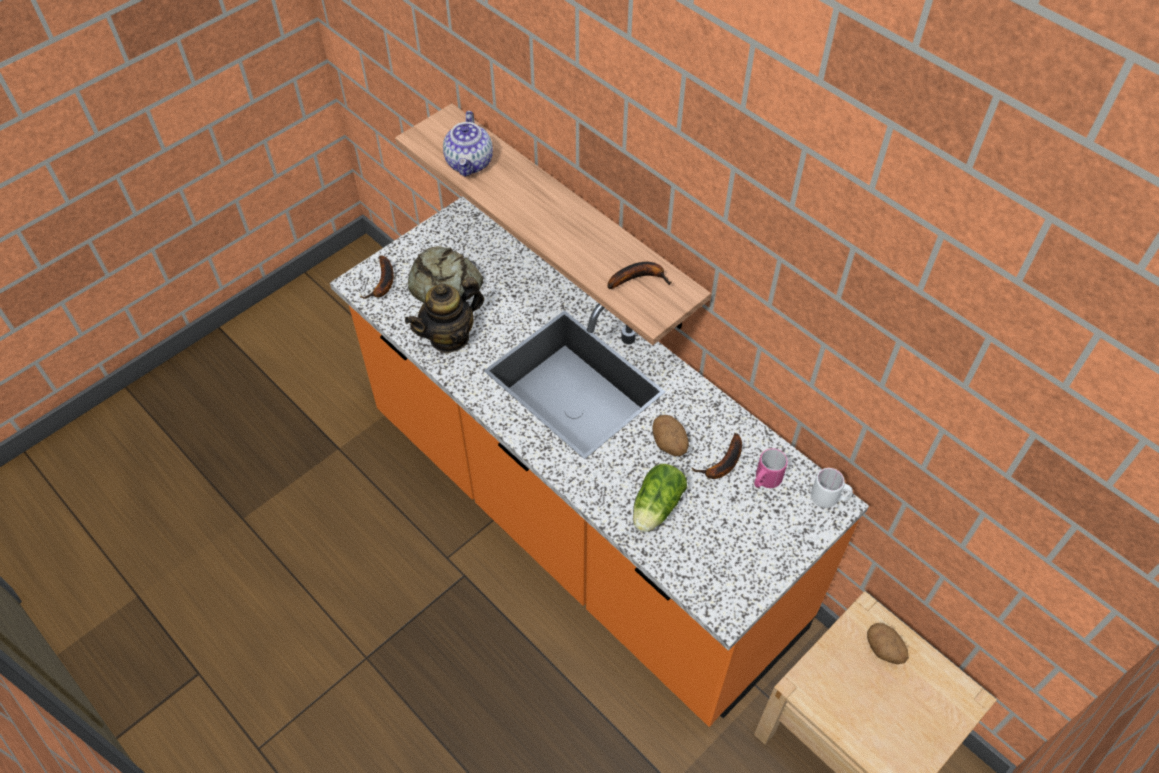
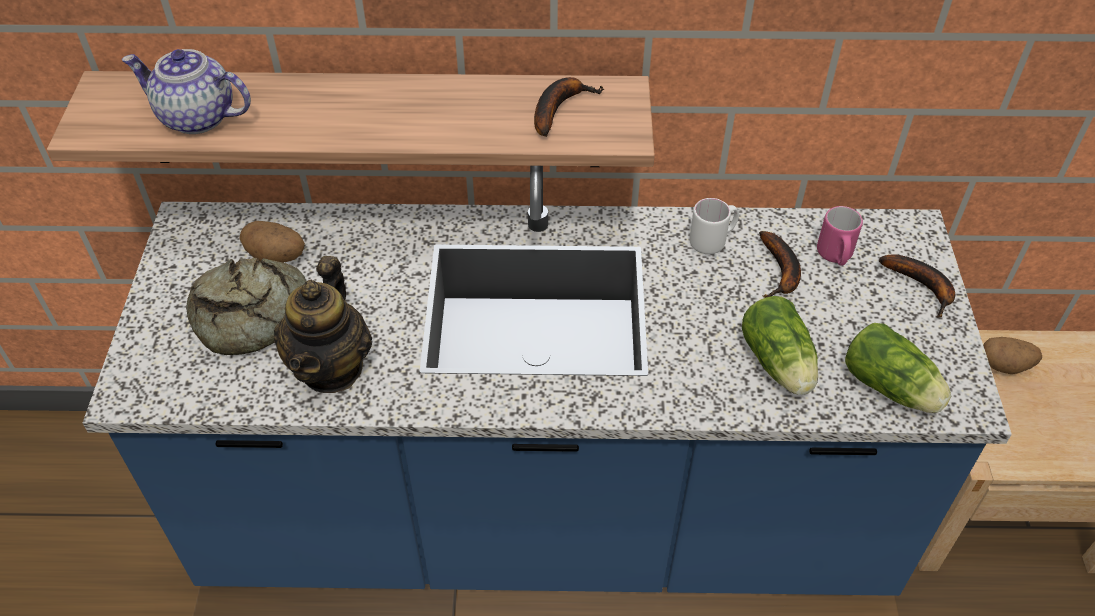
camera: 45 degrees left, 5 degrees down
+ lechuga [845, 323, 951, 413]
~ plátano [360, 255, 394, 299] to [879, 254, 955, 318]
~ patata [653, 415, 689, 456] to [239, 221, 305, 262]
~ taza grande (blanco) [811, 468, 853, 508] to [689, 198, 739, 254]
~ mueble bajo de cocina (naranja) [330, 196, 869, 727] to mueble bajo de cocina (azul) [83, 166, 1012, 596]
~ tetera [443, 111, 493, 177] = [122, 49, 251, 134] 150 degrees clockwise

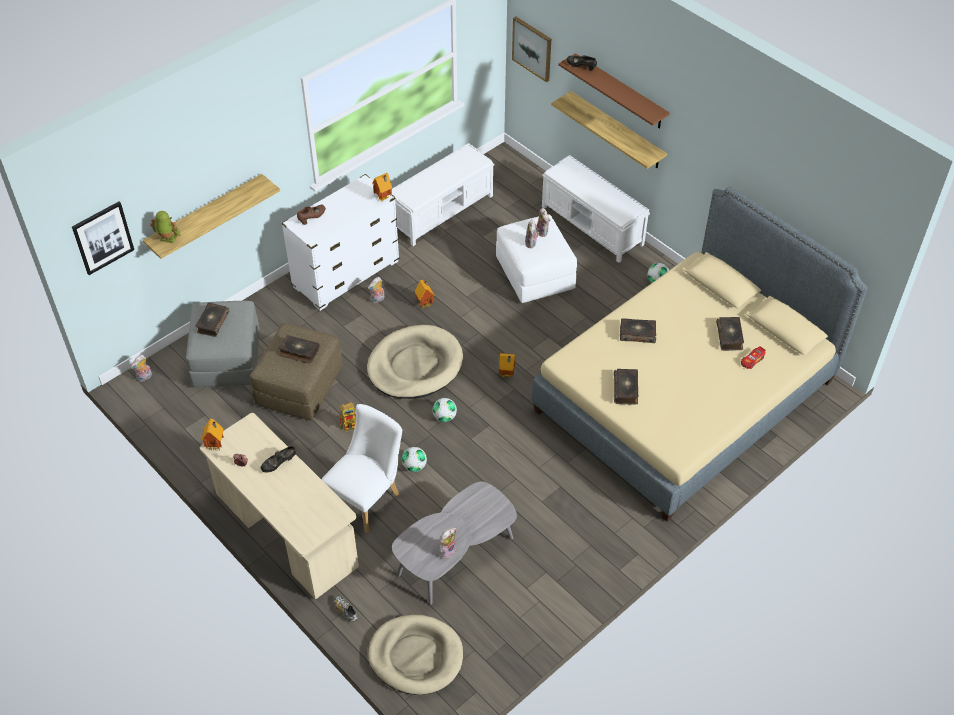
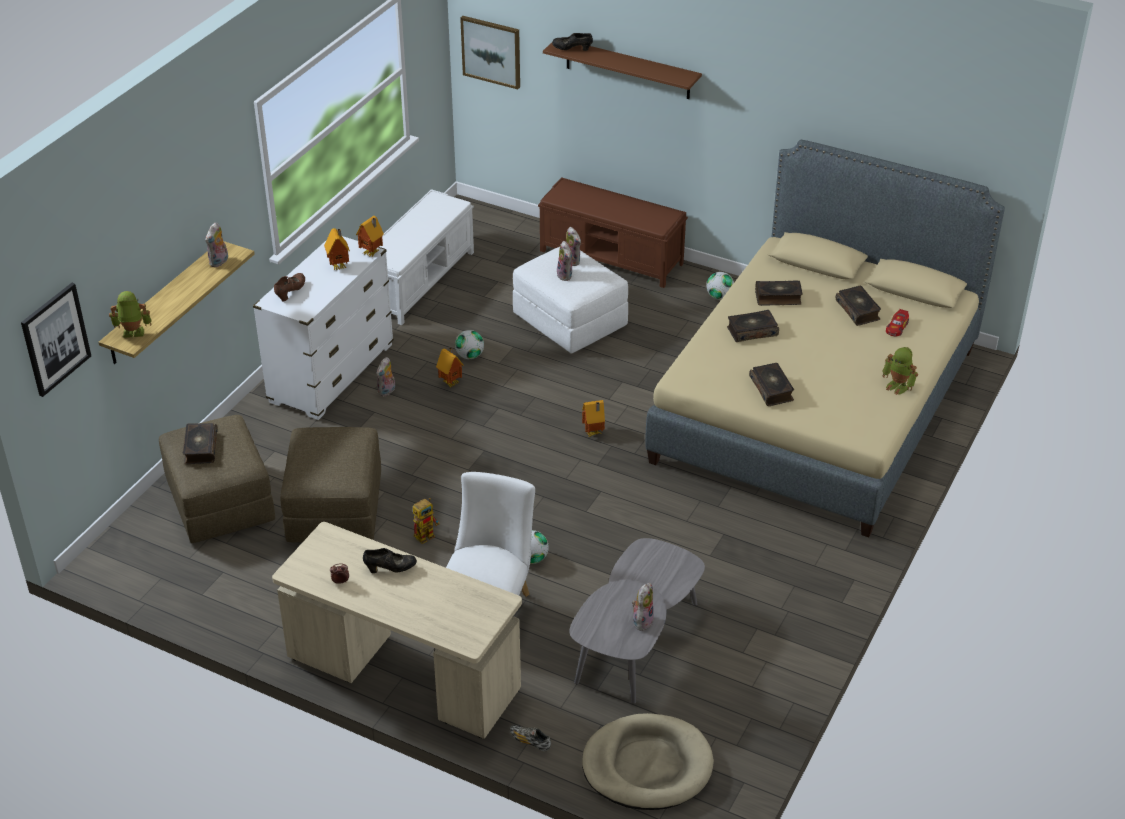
camera: 20 degrees left, 10 degrees down
- cama para perro (beis) [367, 325, 463, 399]
- estante [551, 91, 667, 169]
+ robot de juguete [882, 347, 918, 395]
~ peluche [131, 355, 152, 382] to [205, 222, 228, 267]
~ casita [201, 419, 224, 451] to [324, 228, 350, 270]
~ libro [279, 335, 320, 364] to [755, 280, 803, 306]
~ balón de fútbol [433, 398, 457, 422] to [455, 330, 484, 359]
~ puf (gris) [186, 301, 259, 387] to puf (marrón) [159, 415, 275, 543]
~ banco (blanco) [542, 155, 650, 263] to banco (marrón) [538, 177, 688, 288]
~ zapato (negro) [261, 446, 296, 473] = [363, 548, 417, 573] 135 degrees counterclockwise

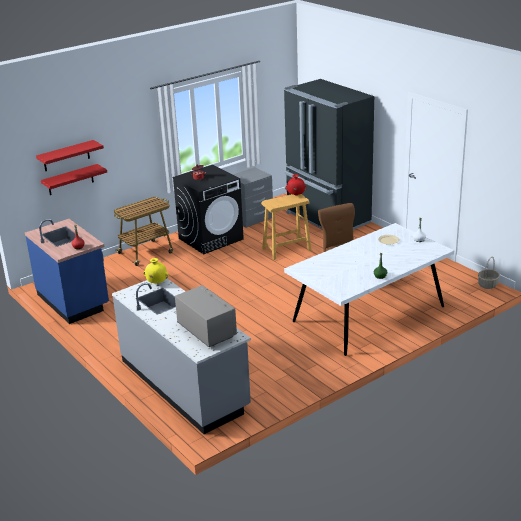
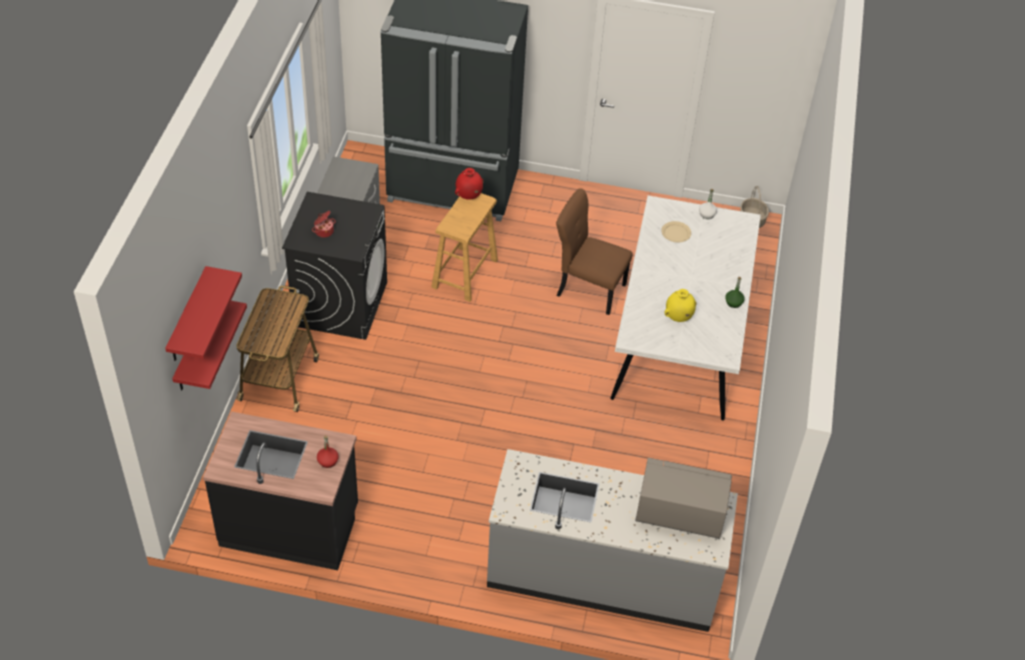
camera: 45 degrees left, 20 degrees up
~ florero (amarillo) [143, 258, 169, 283] to [664, 289, 697, 322]
~ mueble bajo de cocina (azul) [25, 219, 109, 324] to mueble bajo de cocina (negro) [203, 411, 358, 570]

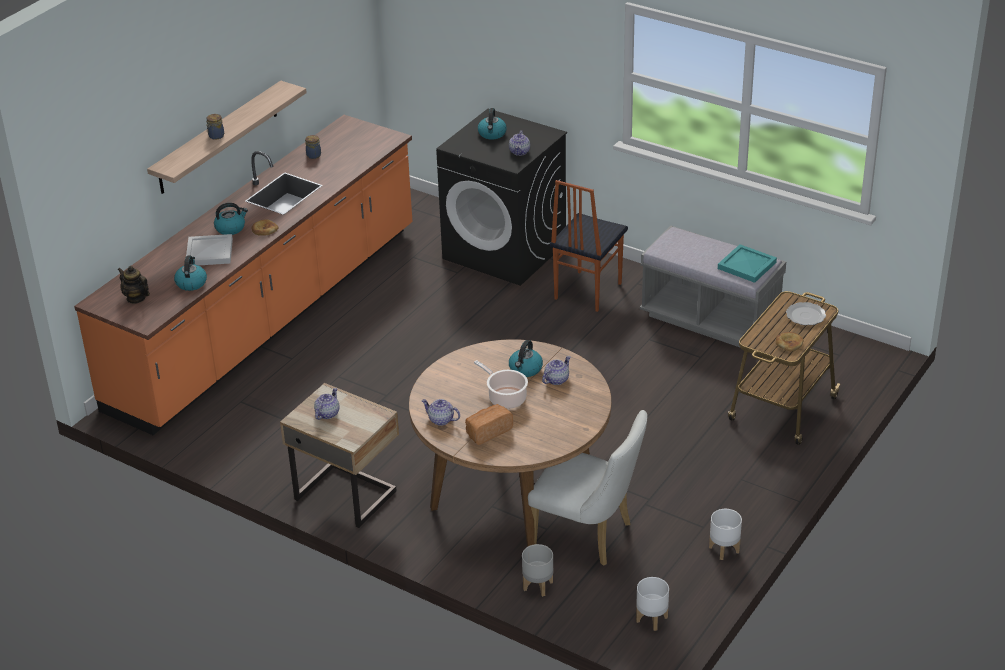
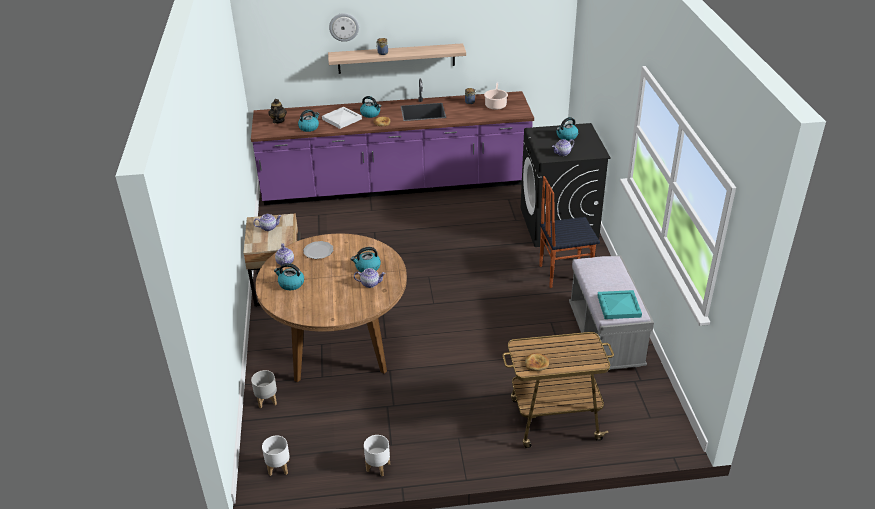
camera: 50 degrees right, 0 degrees up
- silla (blanco) [528, 410, 647, 566]
+ reloj de pared [329, 13, 359, 42]
~ olla [474, 360, 528, 409] to [484, 82, 508, 110]
~ plato [786, 302, 826, 325] to [303, 241, 333, 259]
~ pan [465, 404, 513, 445] to hervidor [274, 263, 304, 290]
~ mueble bajo de cocina (naranja) [74, 115, 413, 435] to mueble bajo de cocina (morado) [251, 79, 534, 205]

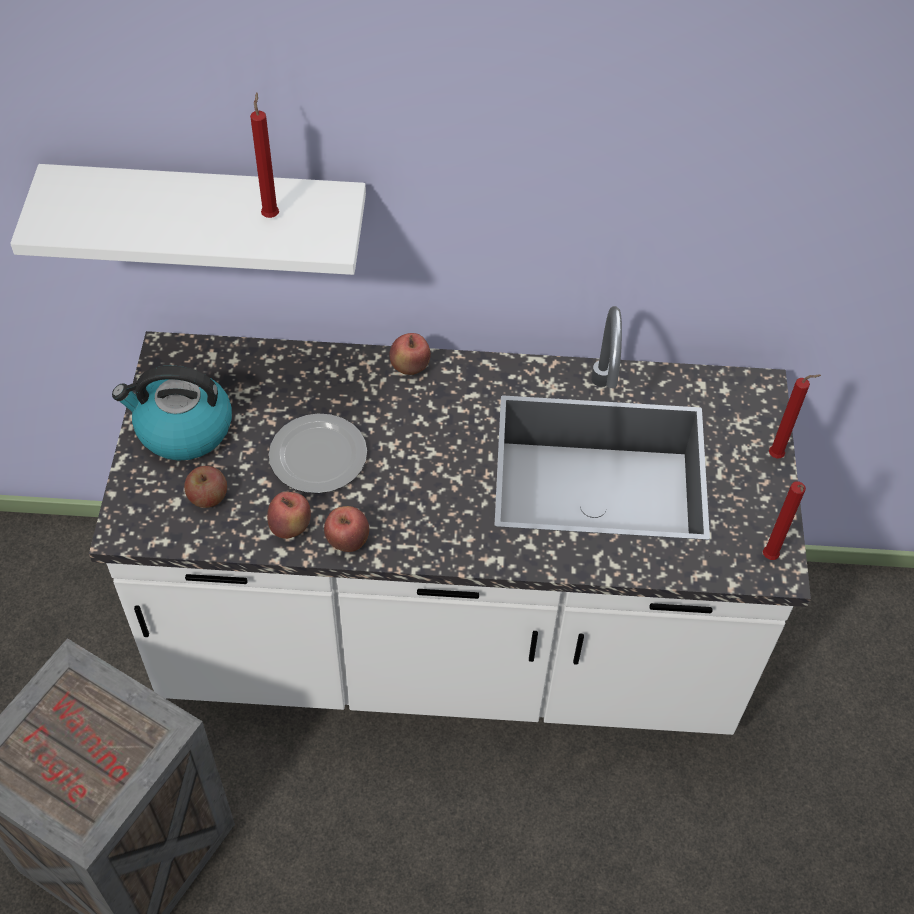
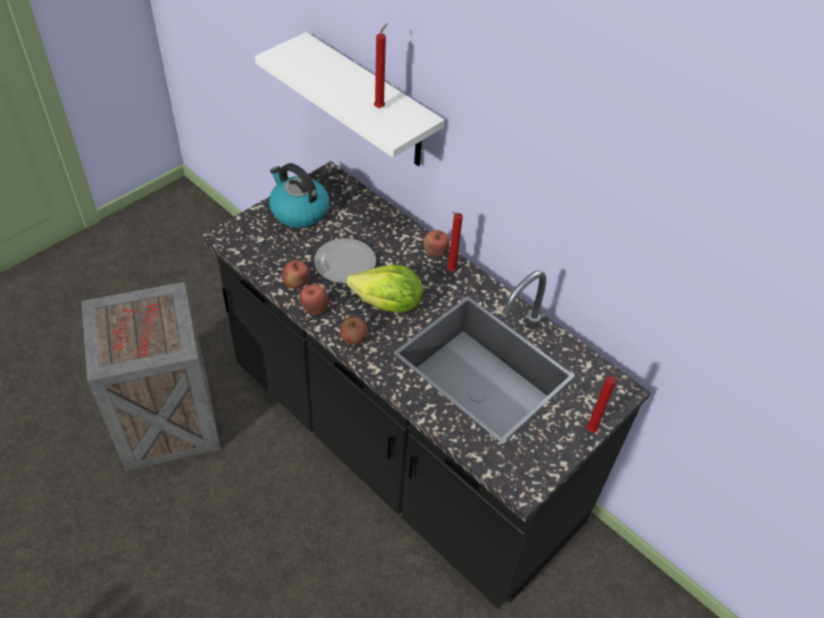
camera: 40 degrees right, 5 degrees down
+ lechuga [346, 265, 423, 313]
~ manzana [184, 466, 227, 508] to [340, 317, 368, 345]
~ vela (rojo) [763, 482, 806, 560] to [447, 213, 463, 271]
~ mueble bajo de cocina (blanco) [89, 306, 811, 735] to mueble bajo de cocina (negro) [201, 161, 651, 609]

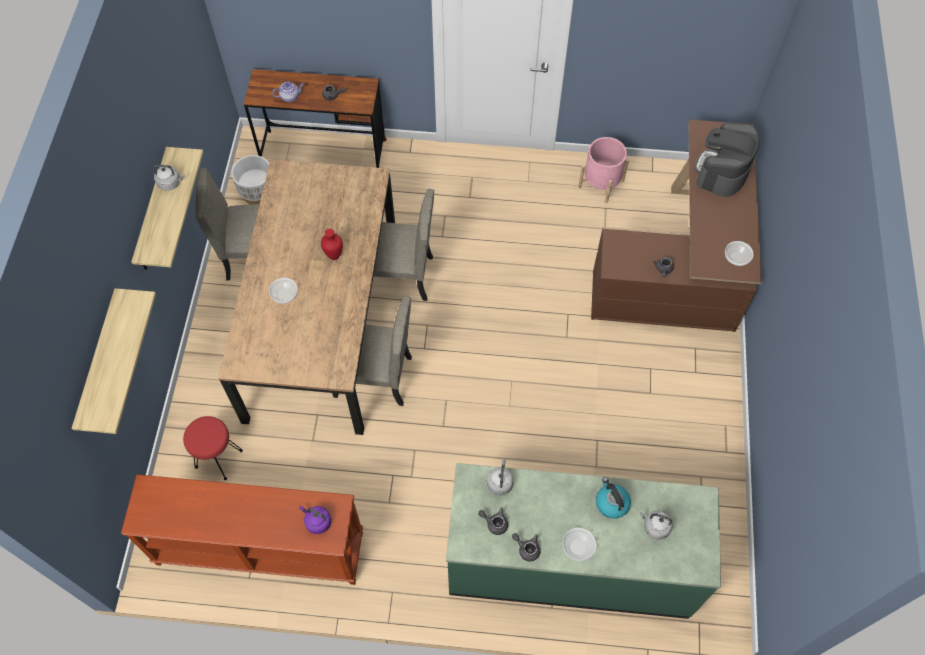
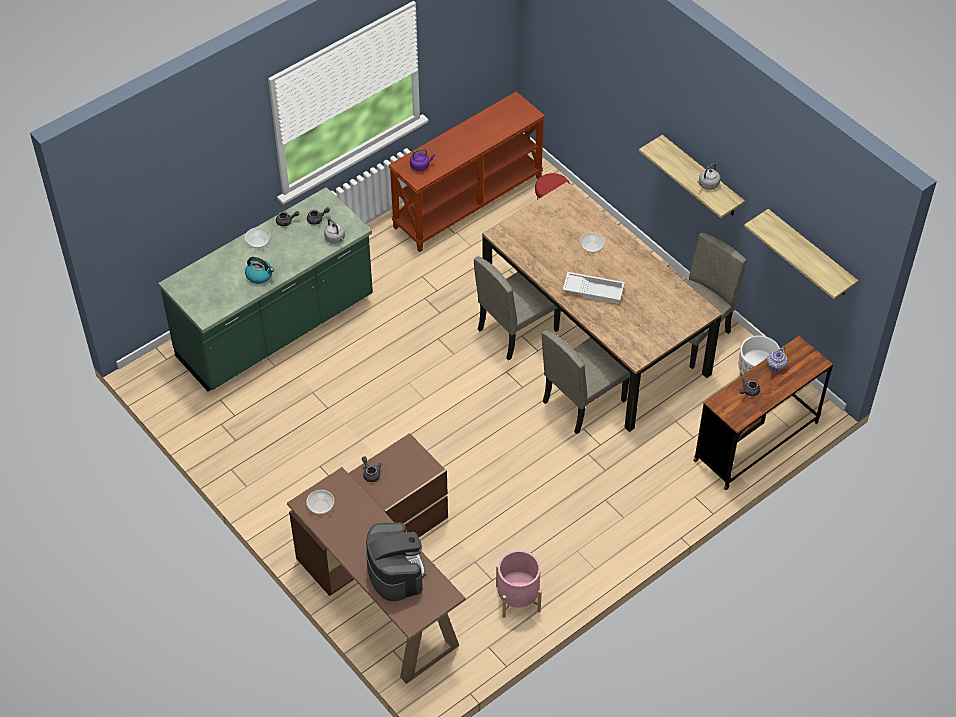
camera: 135 degrees right, 10 degrees down
- hervidor (gris) [639, 511, 673, 540]
~ estante [72, 288, 156, 434] to [744, 209, 858, 299]
~ florero (rojo) [321, 229, 343, 260] to bandeja (blanco) [563, 272, 625, 304]

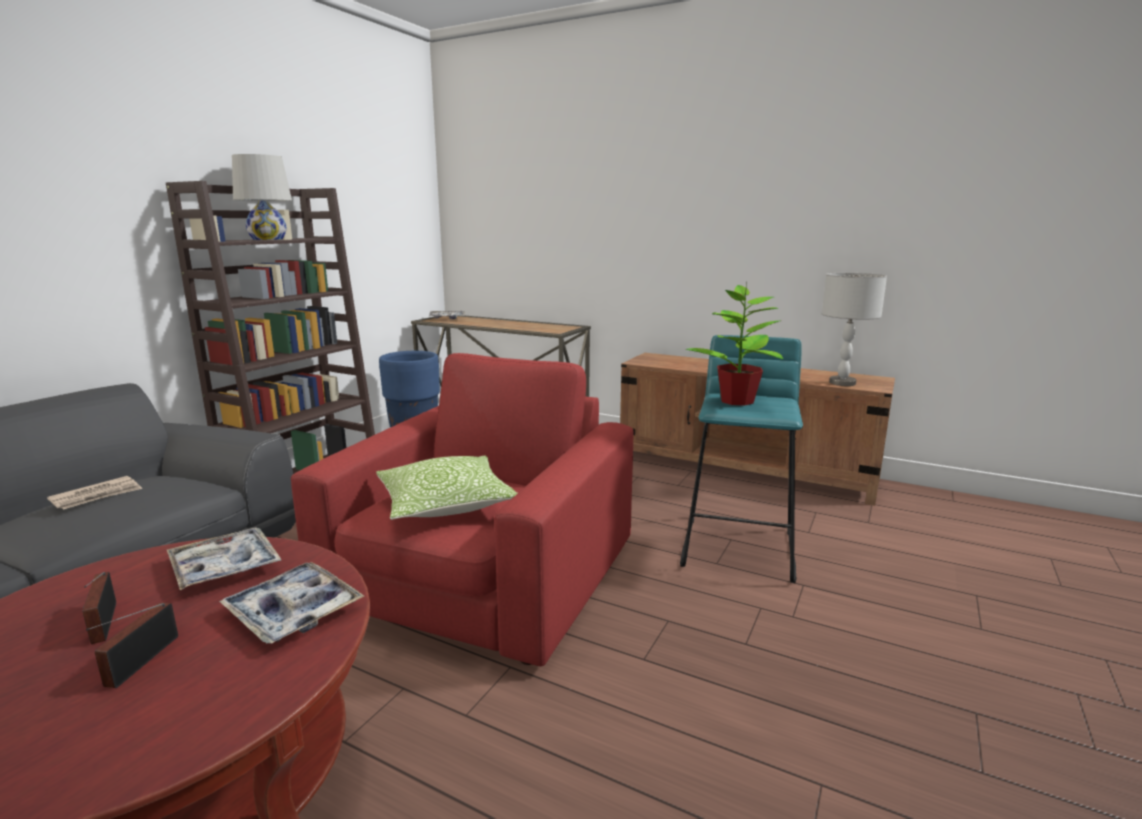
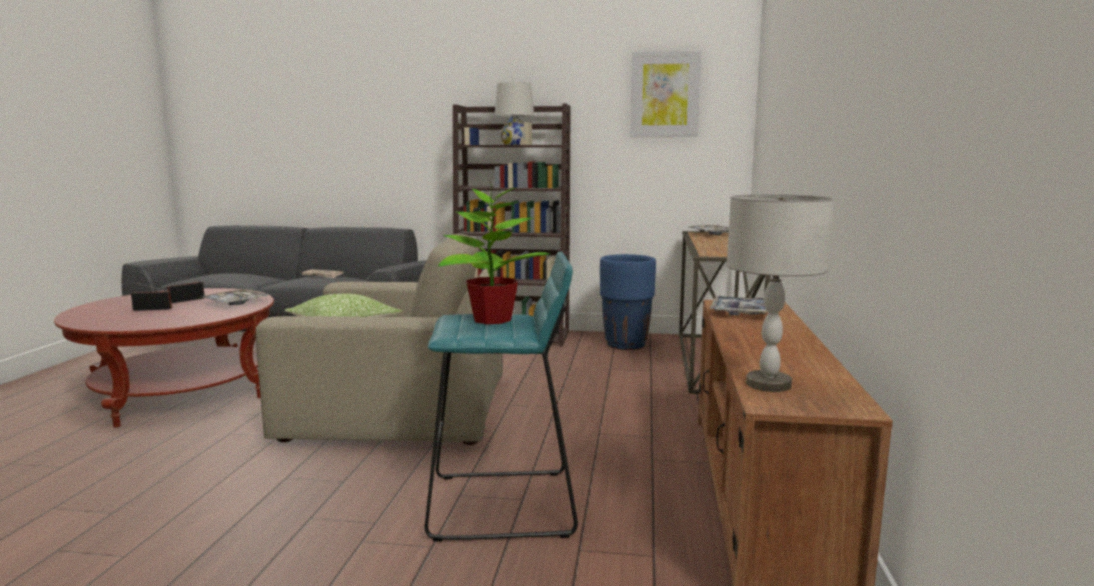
camera: 70 degrees right, 5 degrees down
+ cuadro [630, 51, 701, 137]
~ bandeja [219, 562, 364, 644] to [709, 296, 768, 315]
~ sillón (rojo) [291, 353, 634, 666] to sillón (beis) [255, 234, 503, 445]

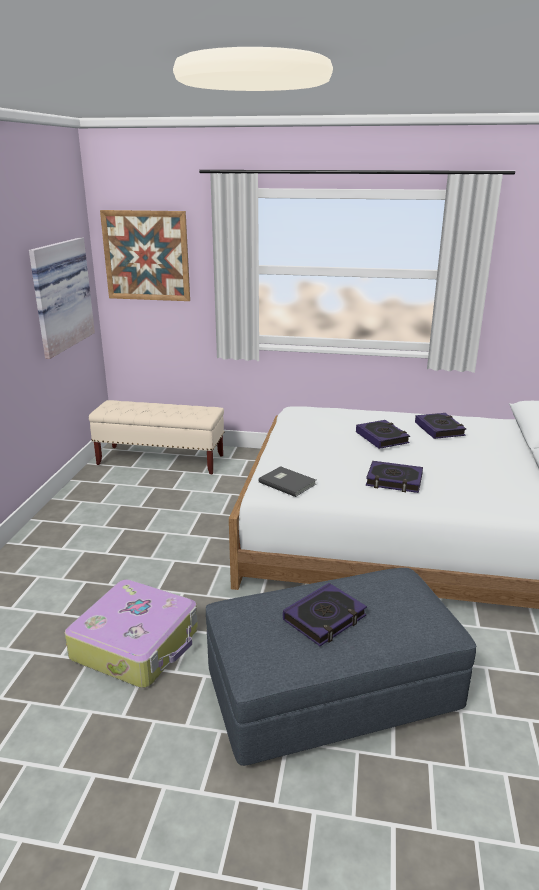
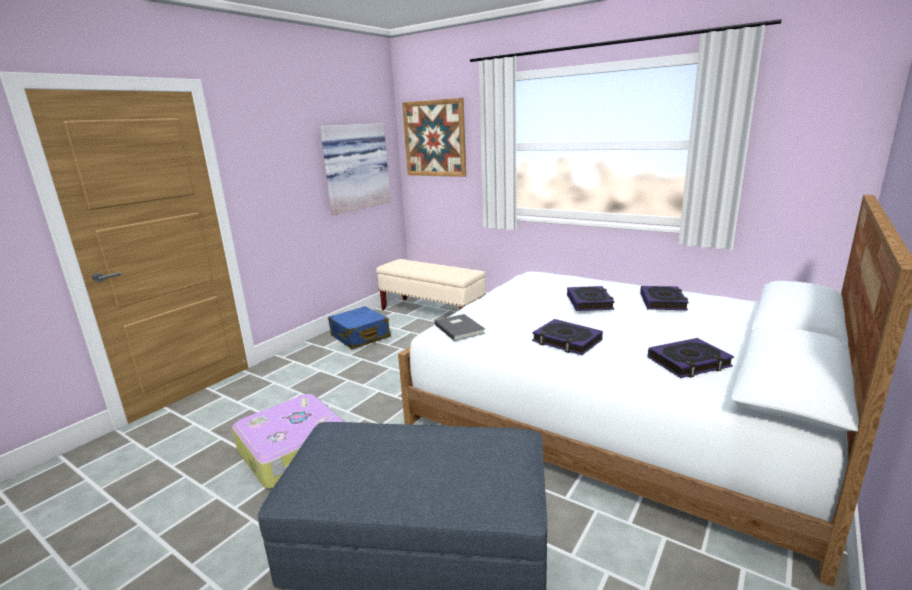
camera: 25 degrees right, 5 degrees down
+ maleta (azul) [328, 306, 391, 349]
~ libro [283, 583, 367, 646] to [648, 338, 734, 378]

